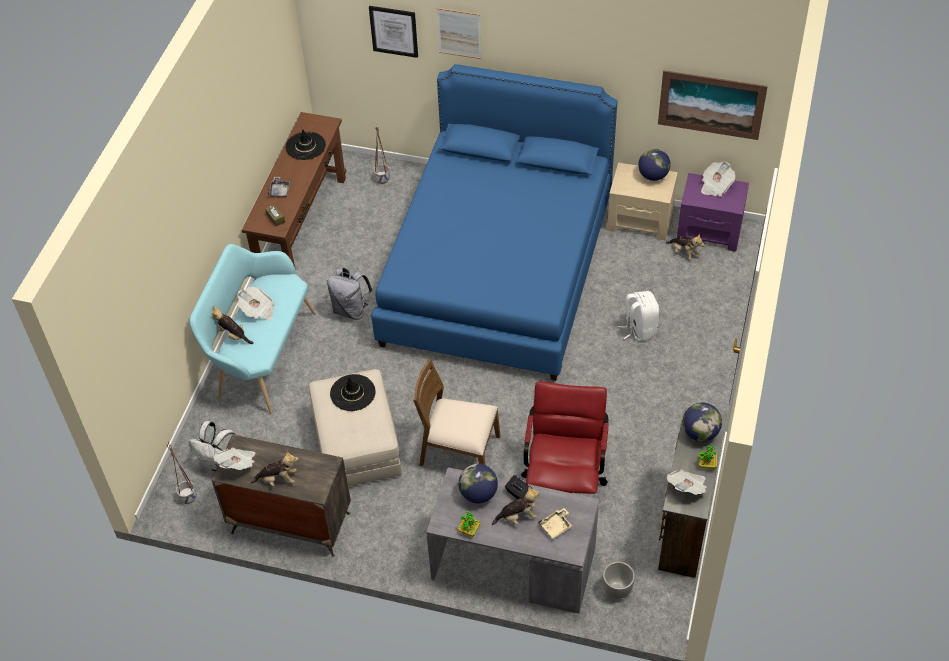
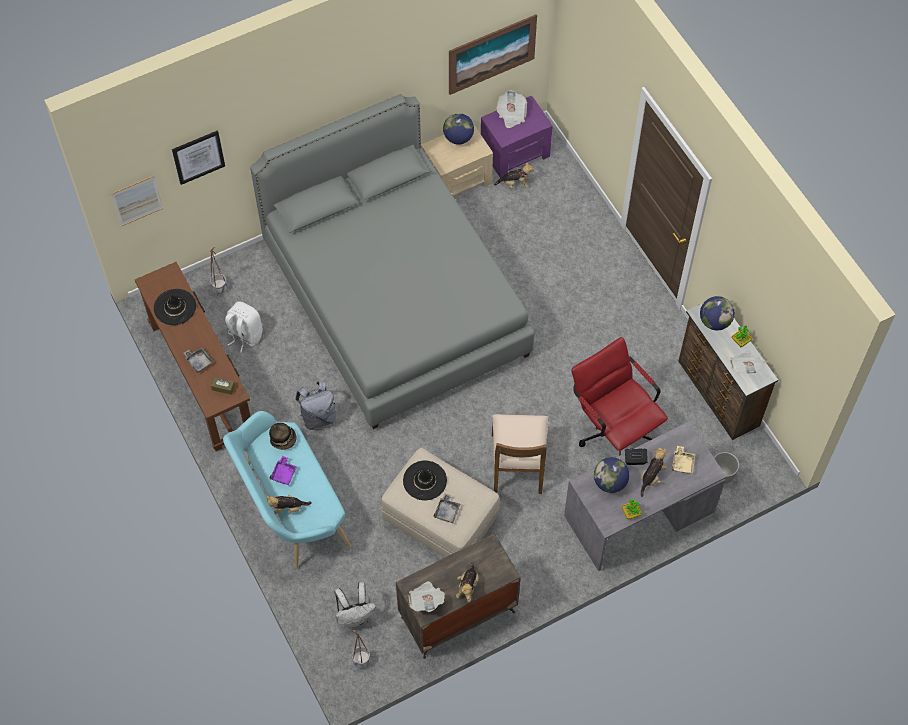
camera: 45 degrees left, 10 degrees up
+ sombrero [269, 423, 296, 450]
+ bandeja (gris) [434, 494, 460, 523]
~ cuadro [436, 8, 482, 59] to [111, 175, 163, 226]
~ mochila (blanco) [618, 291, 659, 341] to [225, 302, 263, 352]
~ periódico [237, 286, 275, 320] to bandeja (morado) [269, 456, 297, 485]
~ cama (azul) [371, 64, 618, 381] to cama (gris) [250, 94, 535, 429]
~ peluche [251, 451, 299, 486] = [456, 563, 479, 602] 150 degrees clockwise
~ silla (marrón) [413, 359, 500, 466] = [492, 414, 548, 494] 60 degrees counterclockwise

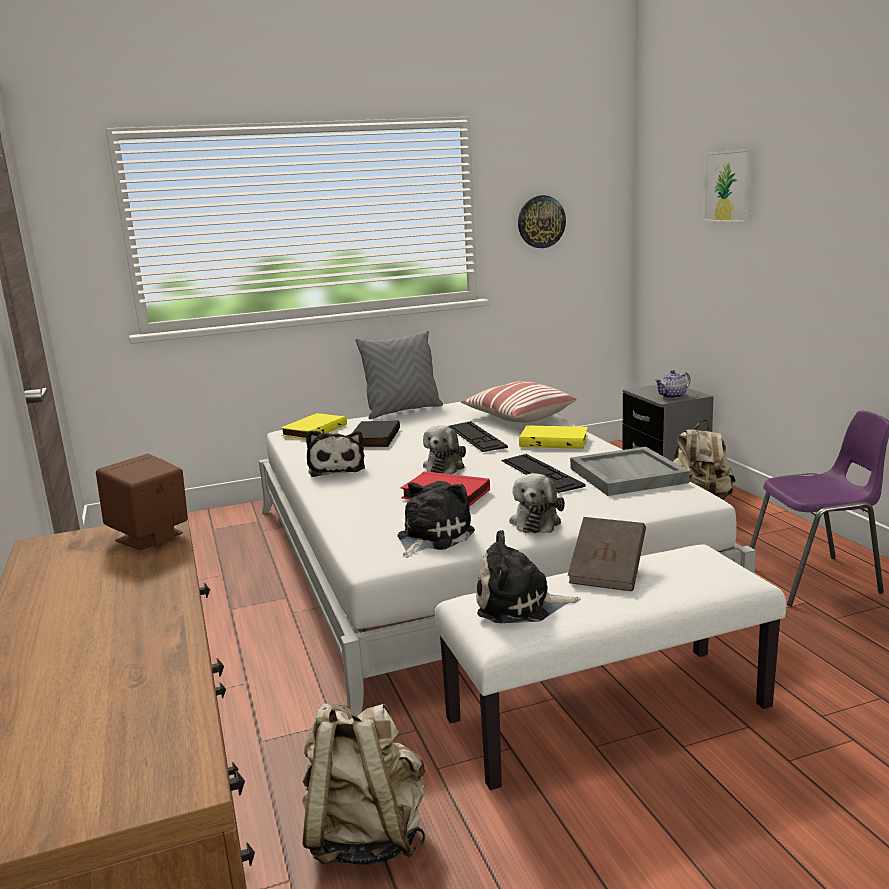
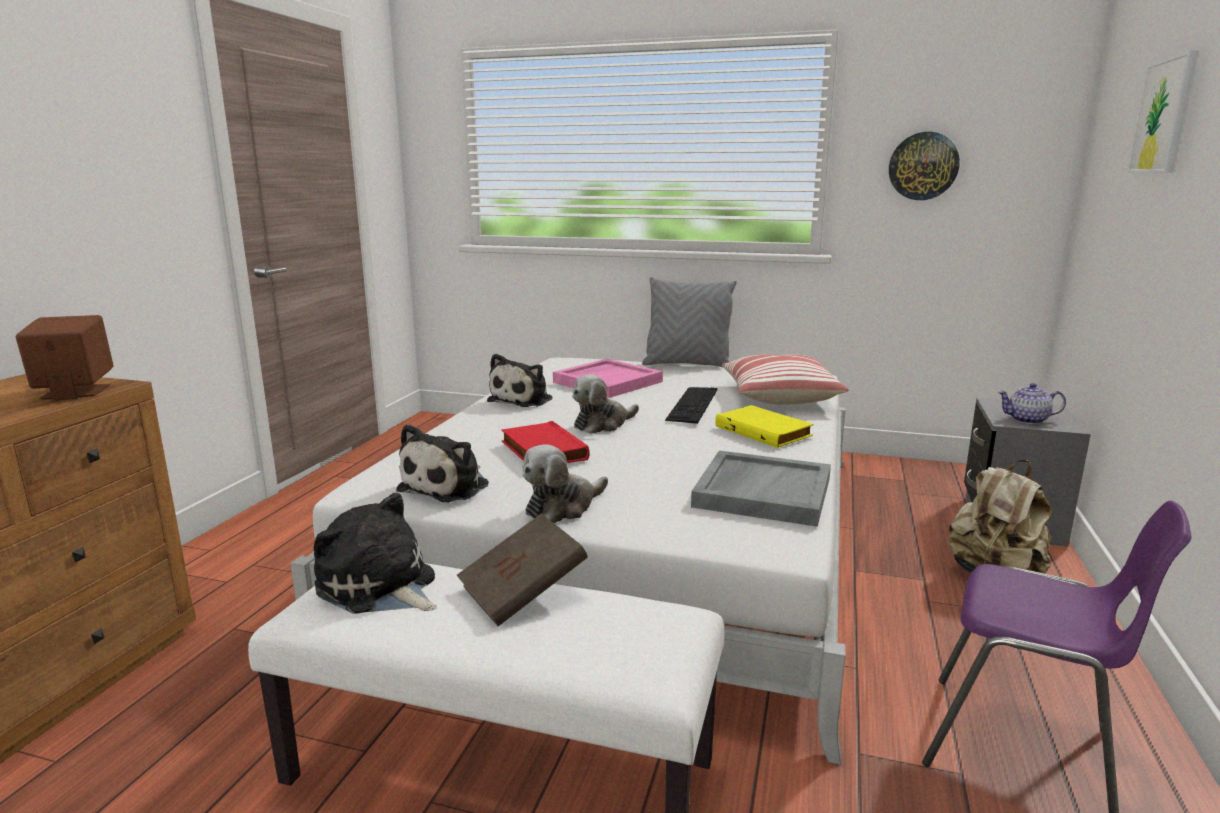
camera: 35 degrees right, 0 degrees up
- libro (amarillo) [281, 413, 347, 439]
- mochila (beis) [302, 703, 426, 865]
- teclado [502, 454, 586, 493]
~ libro (negro) [352, 420, 400, 447] to bandeja (rosa) [553, 359, 663, 398]
~ peluche [397, 481, 475, 558] = [396, 424, 489, 502] 135 degrees clockwise

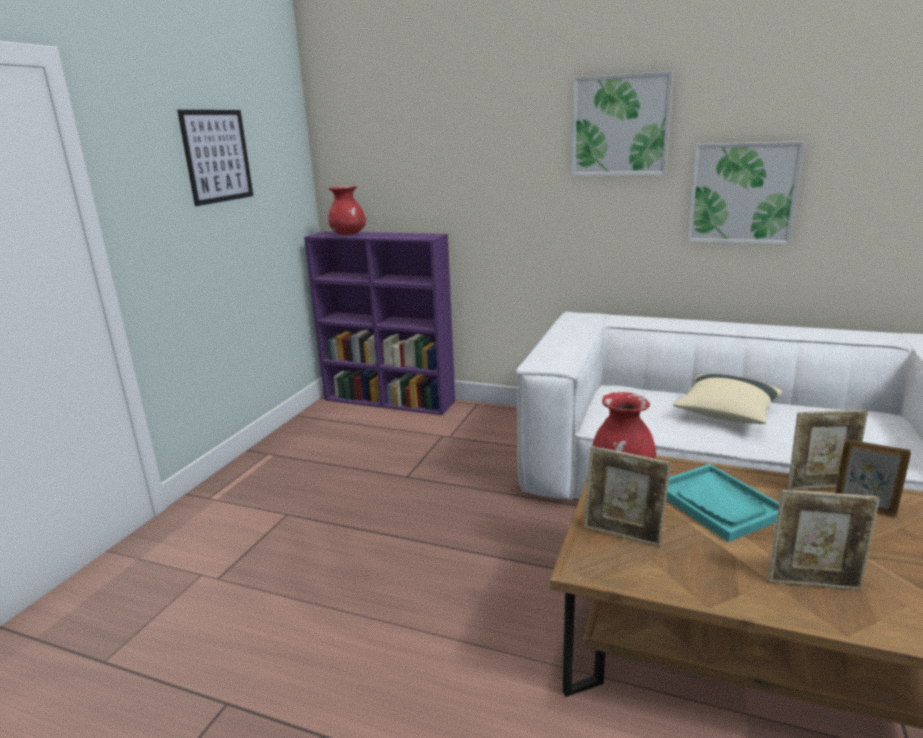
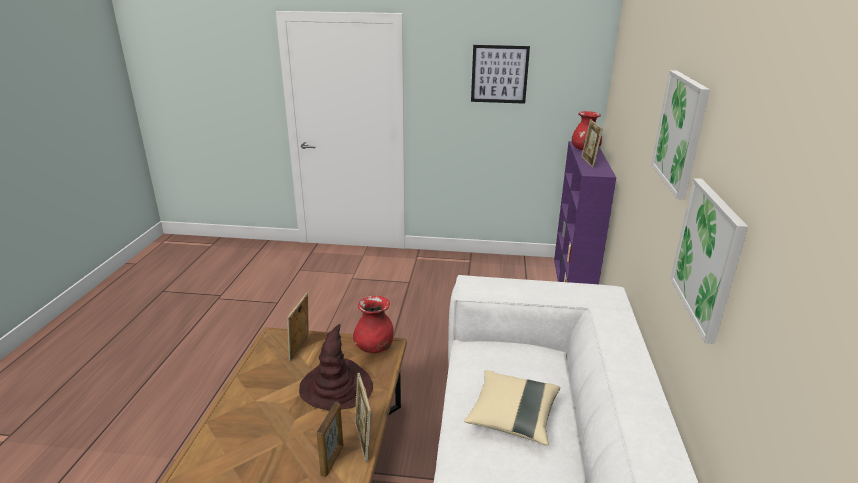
camera: 75 degrees right, 5 degrees up
~ portarretratos [768, 490, 880, 590] to [581, 119, 603, 168]
~ bandeja (turquesa) [666, 464, 779, 542] to sombrero (marrón) [299, 324, 373, 410]

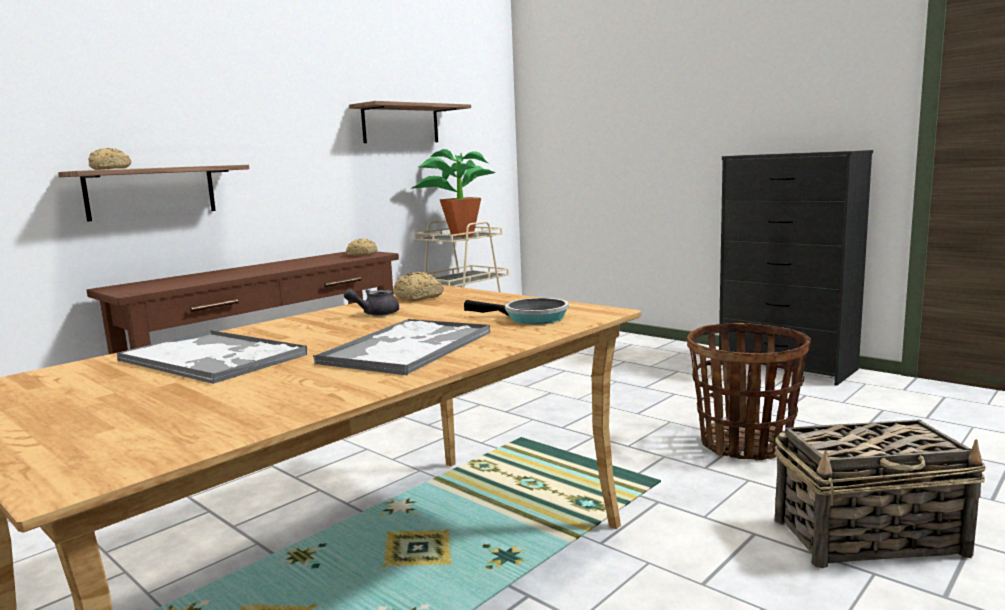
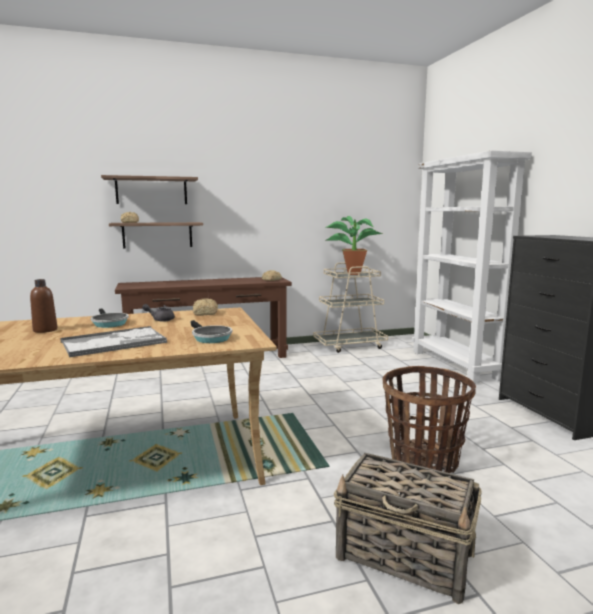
camera: 30 degrees right, 0 degrees up
+ sartén [91, 309, 129, 328]
+ estantería (blanco) [412, 150, 532, 384]
~ estante [349, 101, 471, 143] to [101, 175, 198, 204]
~ bandeja [117, 330, 307, 384] to botella (marrón) [30, 279, 57, 333]

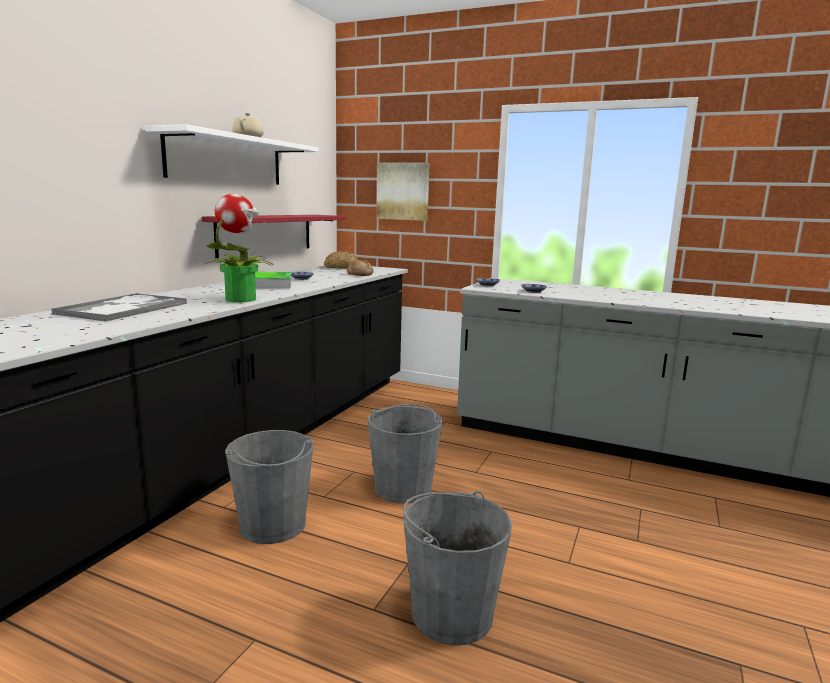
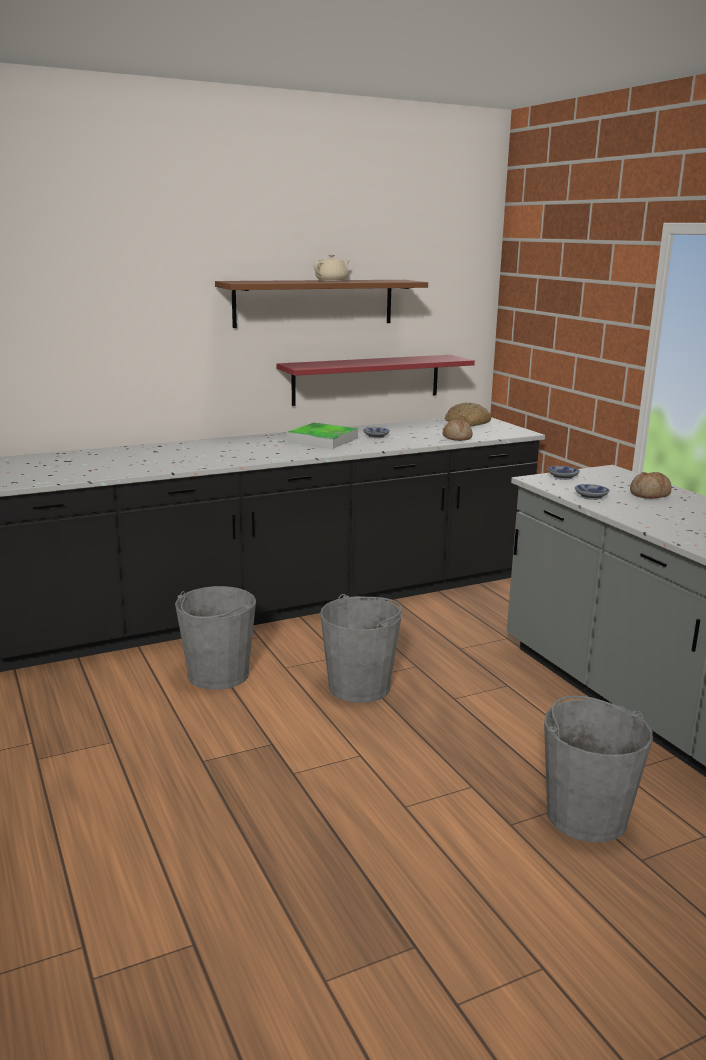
camera: 40 degrees right, 5 degrees up
- bandeja [51, 293, 187, 321]
- planta en maceta [205, 194, 274, 302]
- cuadro [376, 163, 430, 221]
+ pan [630, 472, 672, 499]
~ cubo (gris) [403, 491, 512, 645] to [544, 695, 653, 843]
~ estante (blanco) [145, 124, 319, 185] to estante (marrón) [215, 280, 428, 328]

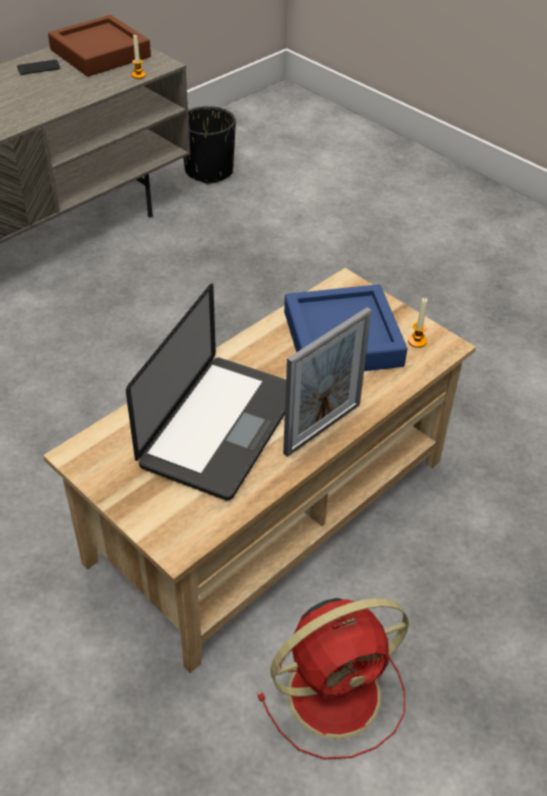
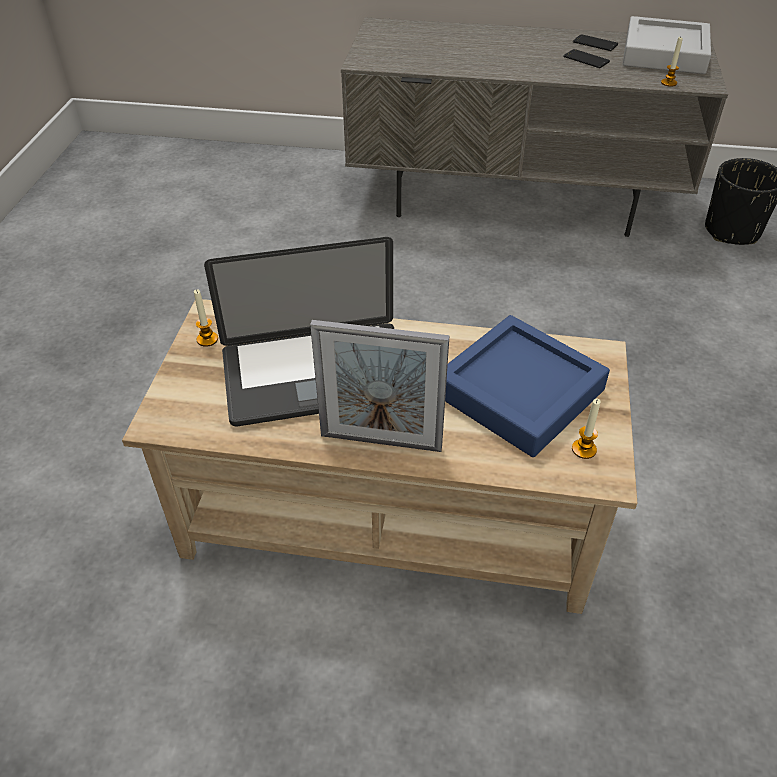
camera: 55 degrees right, 0 degrees up
- ventilador (rojo) [257, 598, 409, 759]
+ vela [194, 289, 218, 347]
+ móvil [563, 49, 610, 68]
~ bandeja (marrón) [48, 15, 151, 77] to bandeja (gris) [623, 16, 711, 74]

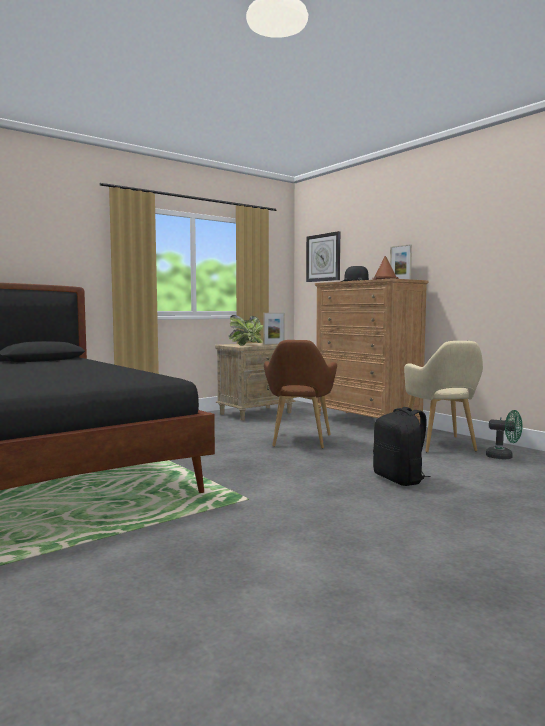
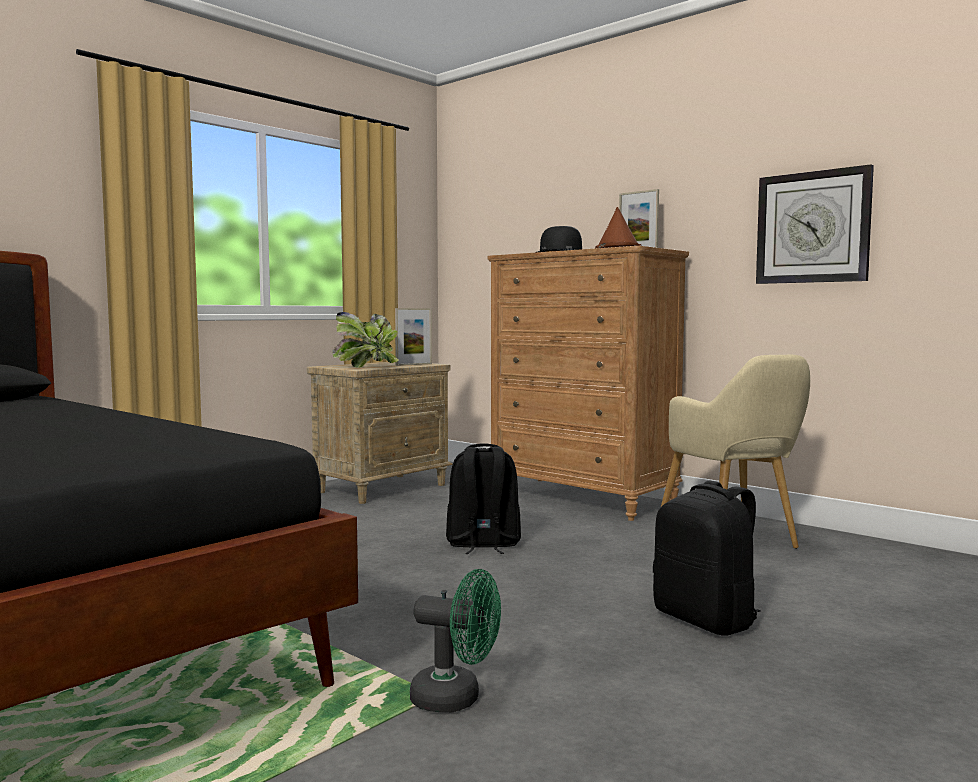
camera: 10 degrees left, 0 degrees up
~ reloj de pared [306, 231, 340, 282] to [756, 164, 874, 284]
~ ventilador (verde) [486, 410, 522, 459] to [410, 569, 501, 712]
~ sillón (marrón) [264, 340, 337, 449] to mochila (negro) [446, 444, 521, 554]

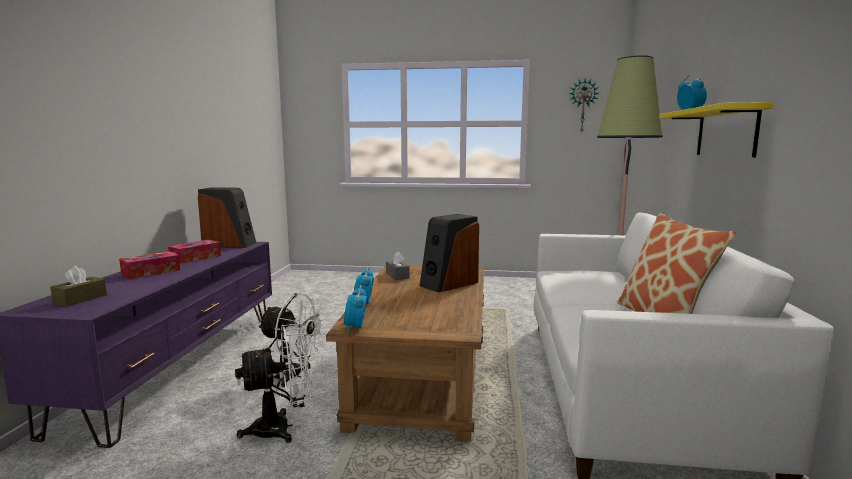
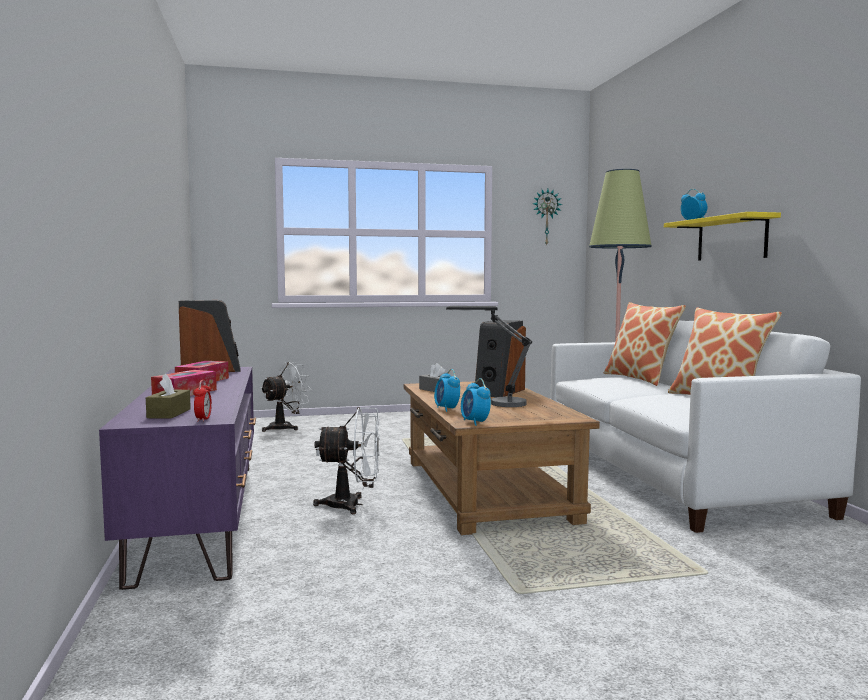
camera: 20 degrees left, 5 degrees down
+ despertador [193, 380, 212, 422]
+ lámpara de mesa [446, 306, 532, 407]
+ cojín [604, 302, 686, 386]
~ ventilador (blanco) [235, 323, 312, 443] to [260, 362, 312, 432]

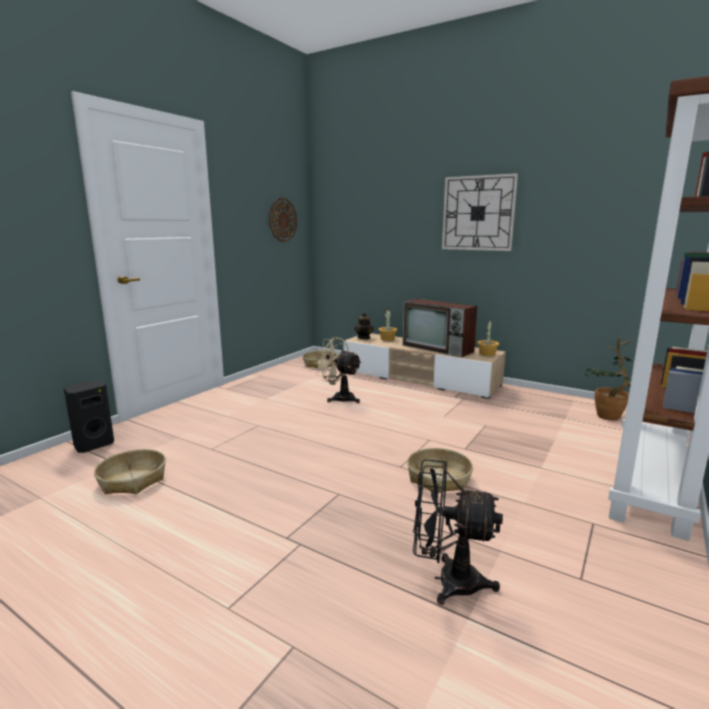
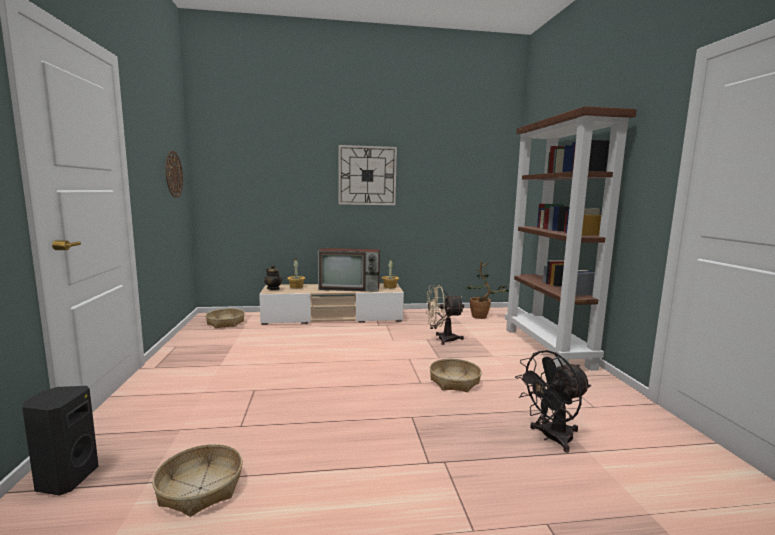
camera: 40 degrees left, 5 degrees down
~ ventilador (beis) [313, 337, 362, 403] to [426, 285, 464, 345]

